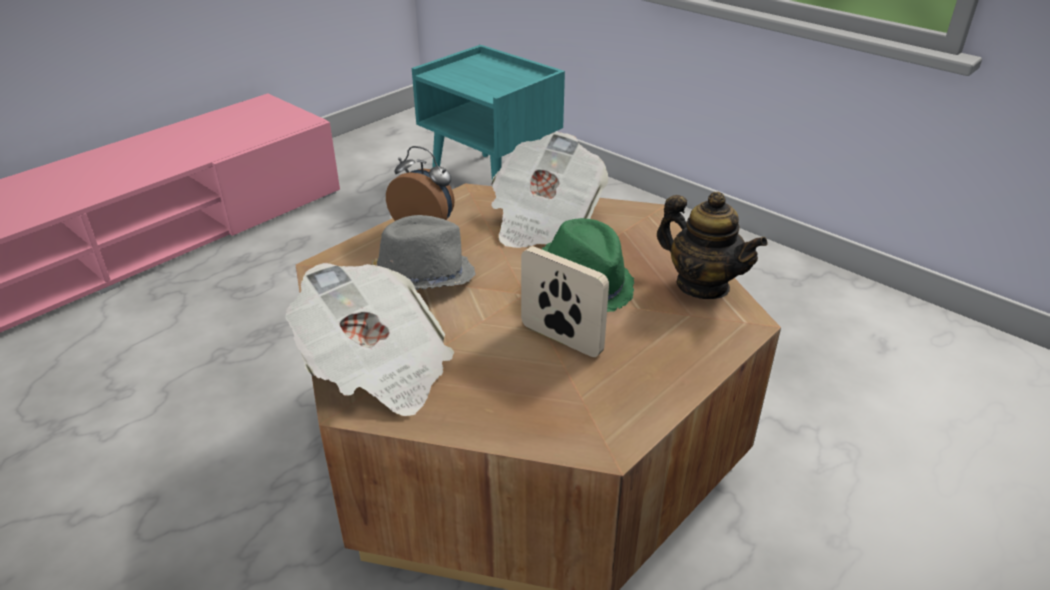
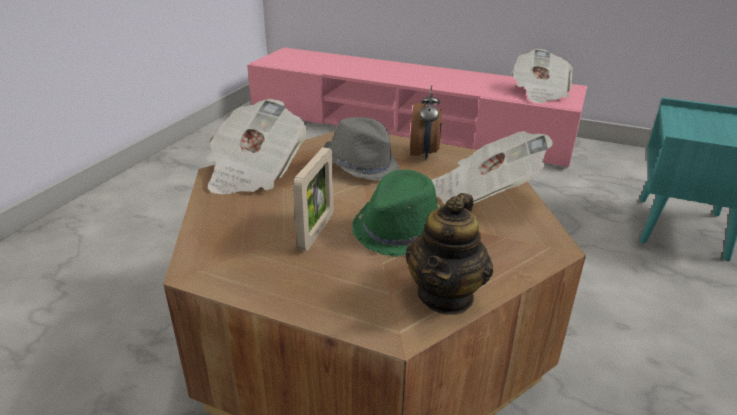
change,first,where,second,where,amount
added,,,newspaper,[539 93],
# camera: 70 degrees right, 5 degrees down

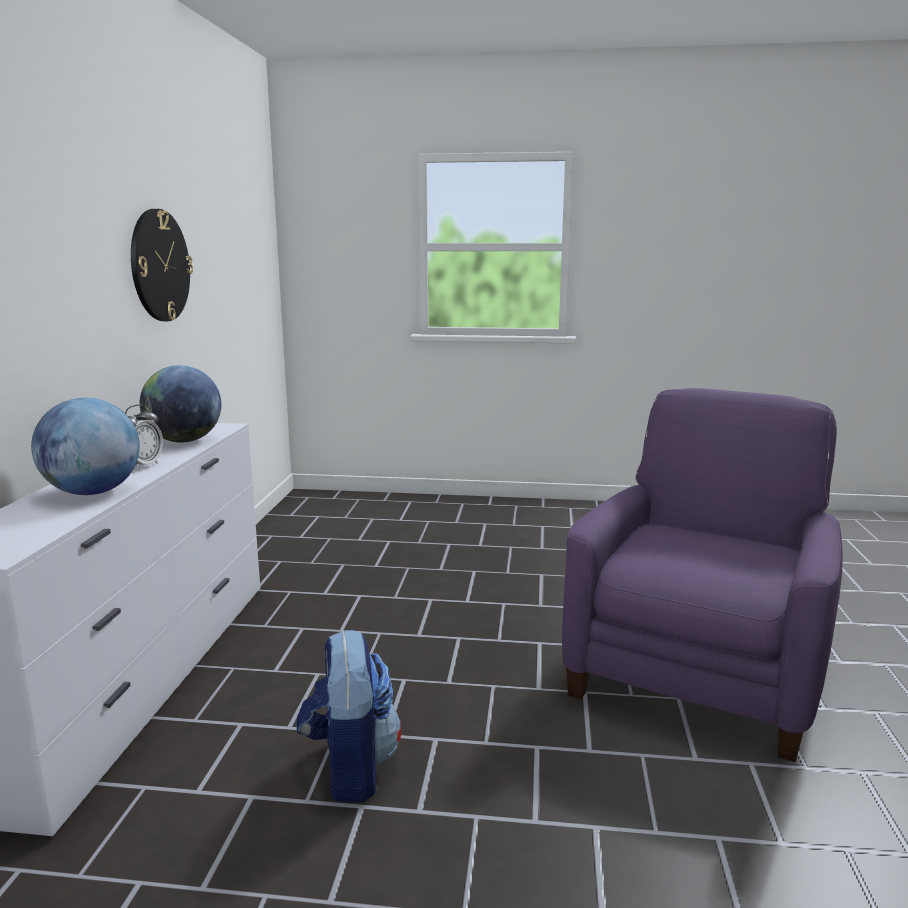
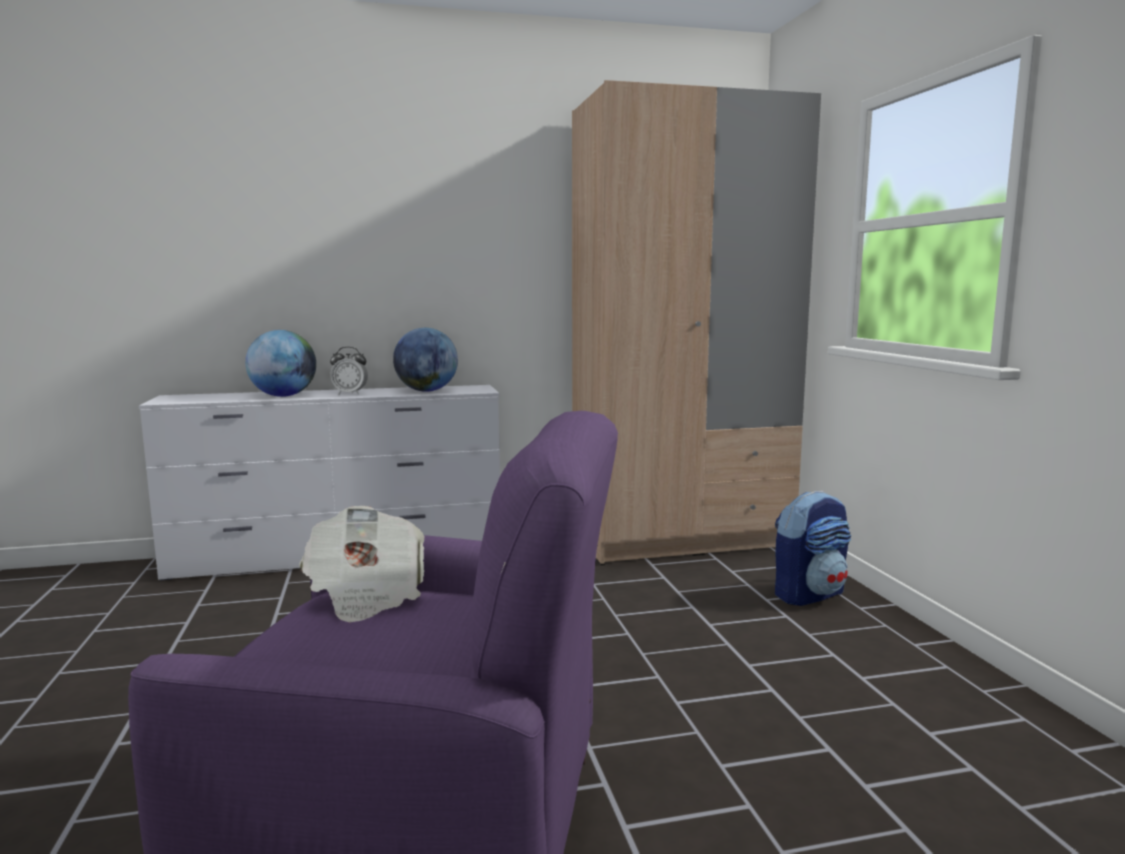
change,first,where,second,where,amount
removed,wall clock,[160 265],,,
moved,backpack,[350 768],,[809 594],
added,,,newspaper,[366 594],
added,,,beige wardrobe,[679 538],
# camera: 70 degrees right, 5 degrees down

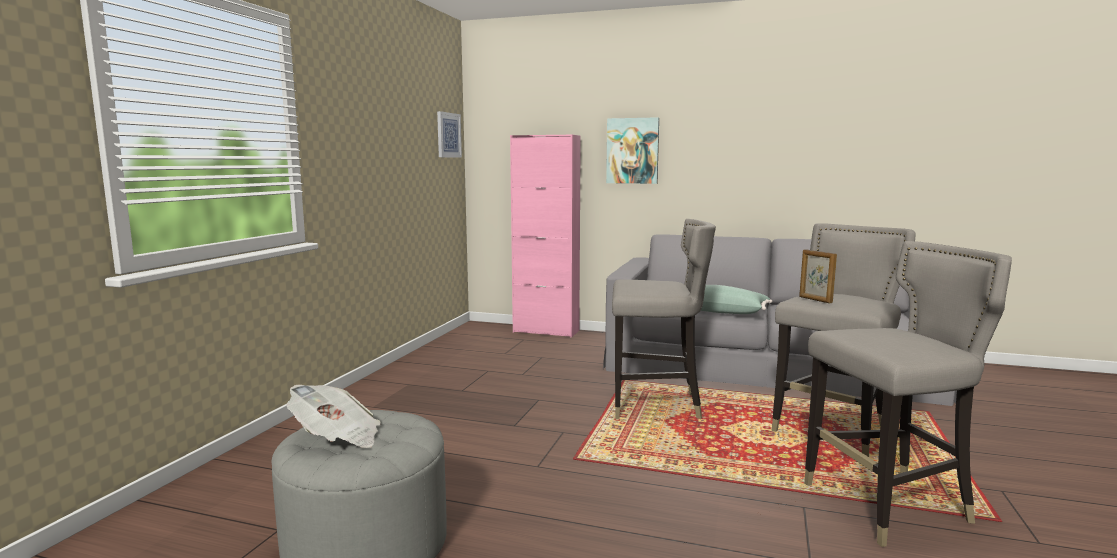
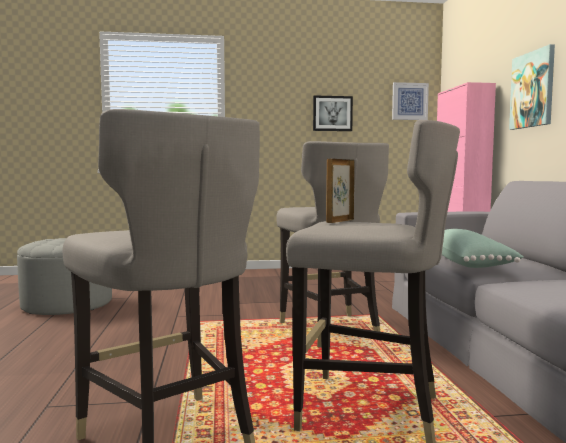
change,first,where,second,where,amount
removed,newspaper,[337 438],,,
added,,,picture,[332 113],
# camera: 65 degrees right, 5 degrees down

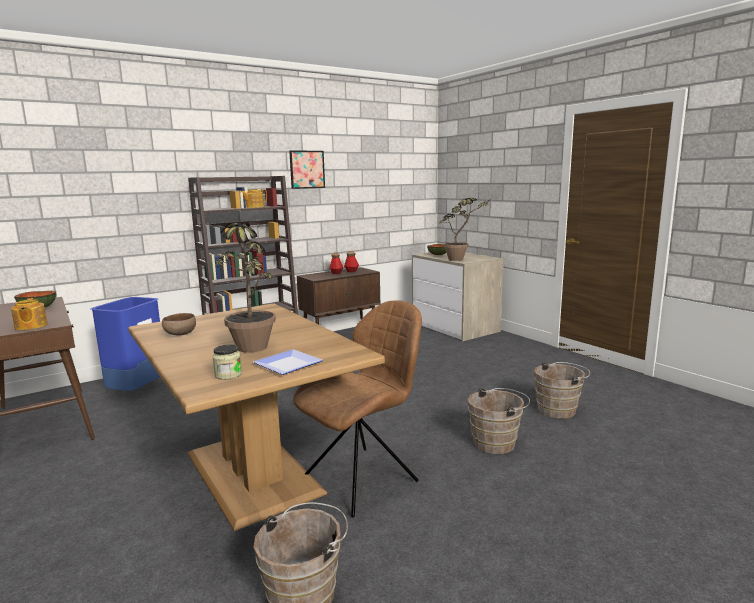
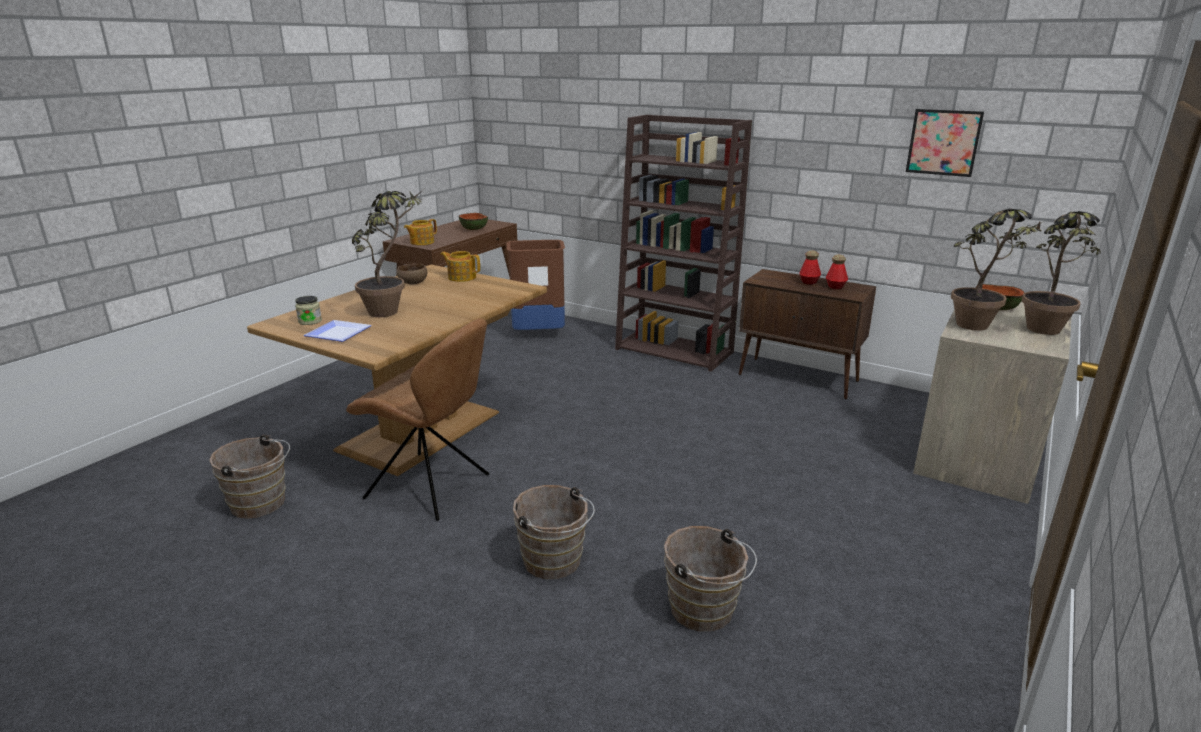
change,first,where,second,where,amount
recoloured,blue trash can,[137 391],brown trash can,[538 334],
moved,teapot,[254 207],,[461 277],
moved,picture,[307 169],,[943 142],
added,,,potted plant,[1044 333],
# camera: 65 degrees right, 10 degrees up

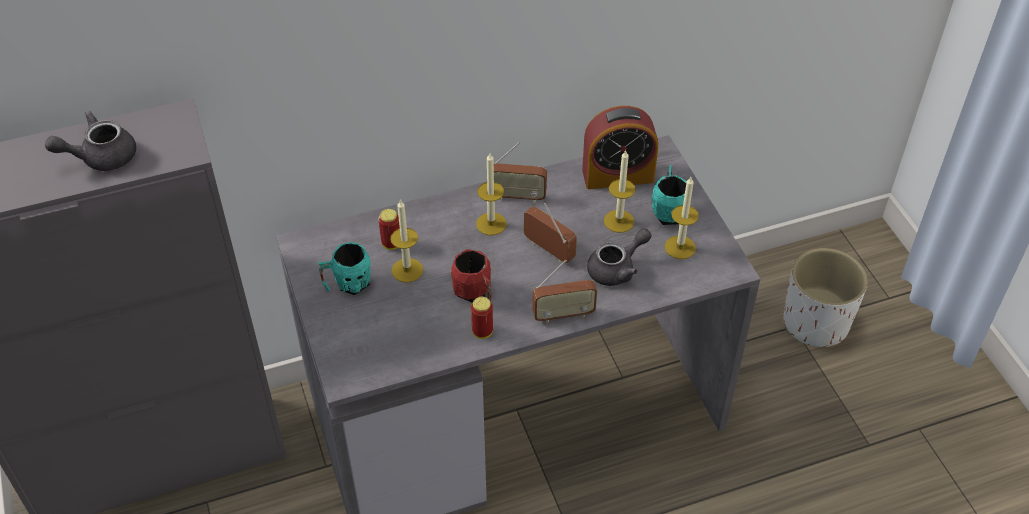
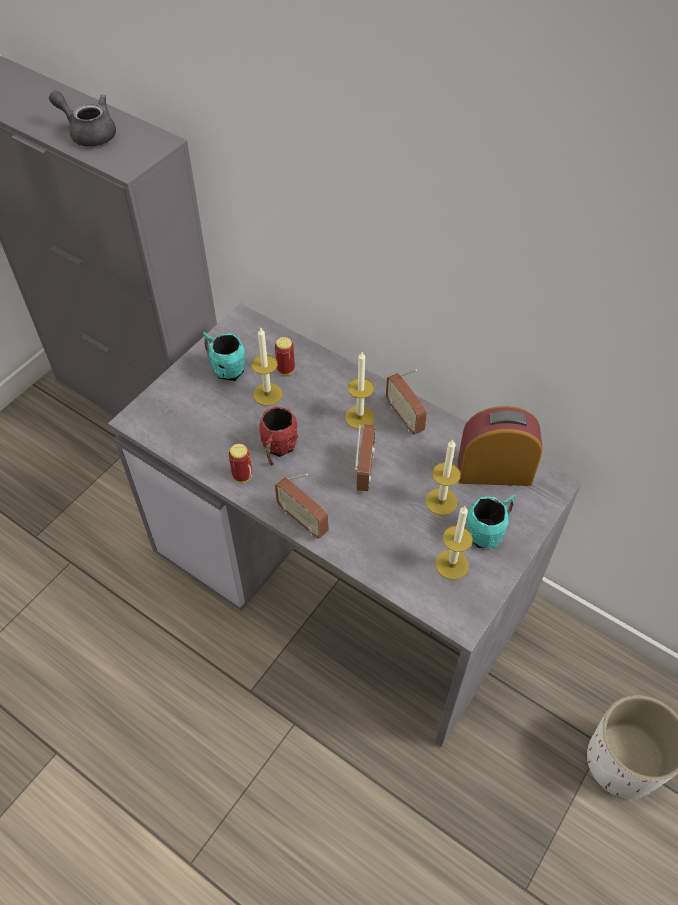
change,first,where,second,where,amount
turned,alarm clock,[618 175],,[494 471],135 degrees clockwise
removed,grey teapot,[617 269],,,
# camera: 55 degrees right, 5 degrees up

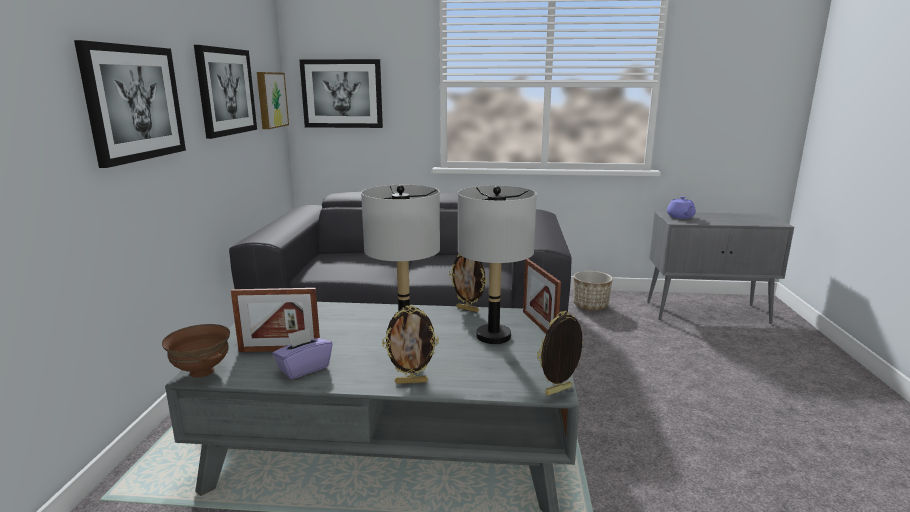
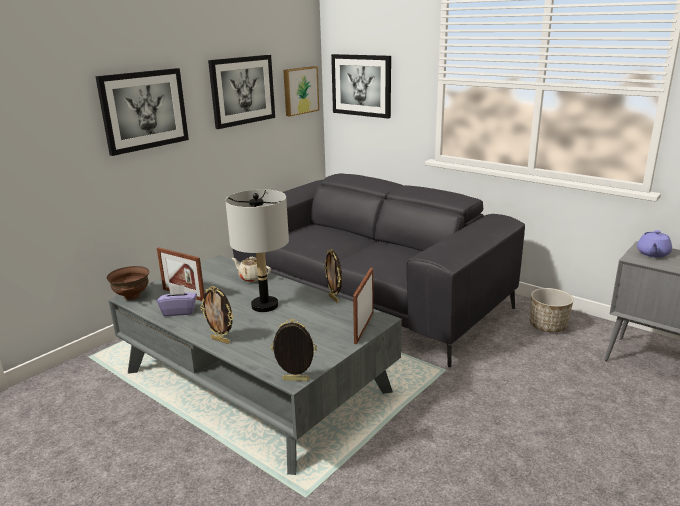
change,first,where,second,where,amount
removed,grey table lamp,[493 336],,,
added,,,beige teapot,[252 277],
# camera: 35 degrees right, 5 degrees up

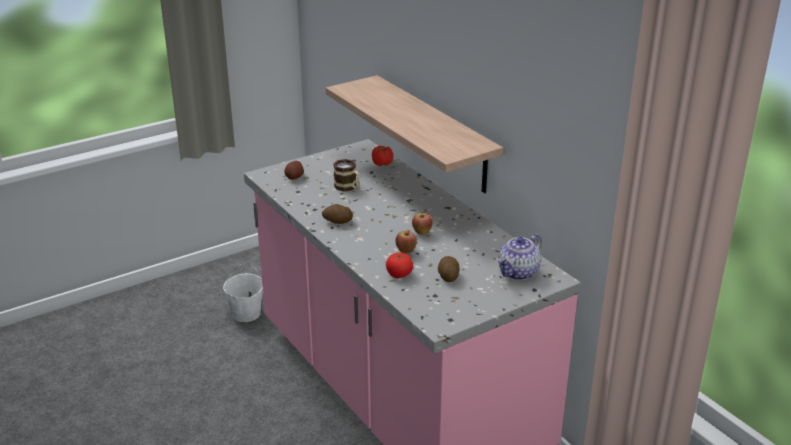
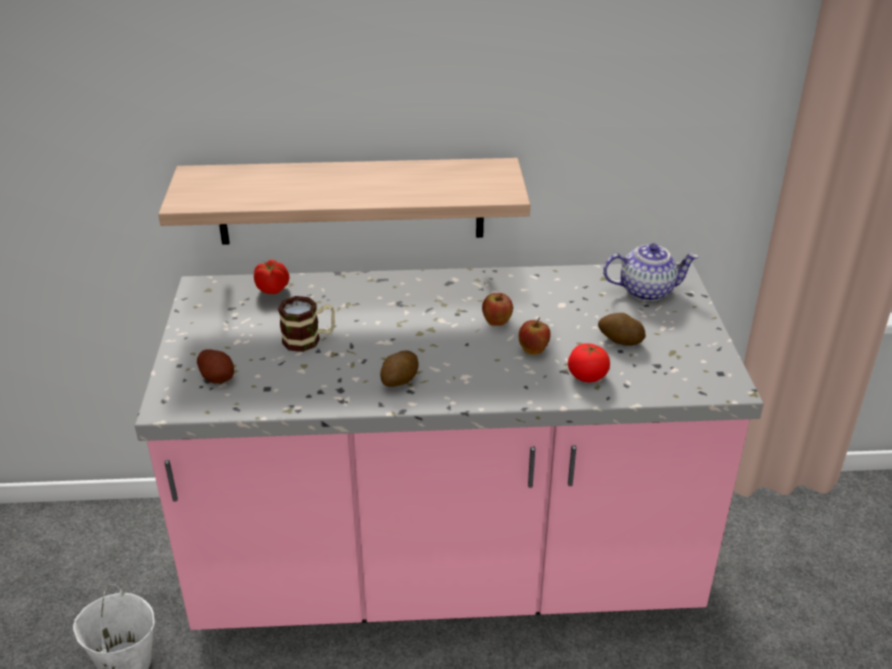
change,first,where,second,where,amount
turned,teapot,[518 273],,[647 291],75 degrees counterclockwise
# camera: 60 degrees left, 5 degrees up

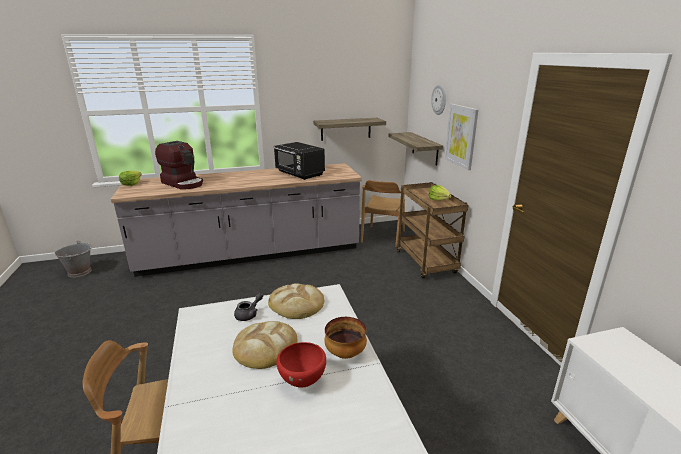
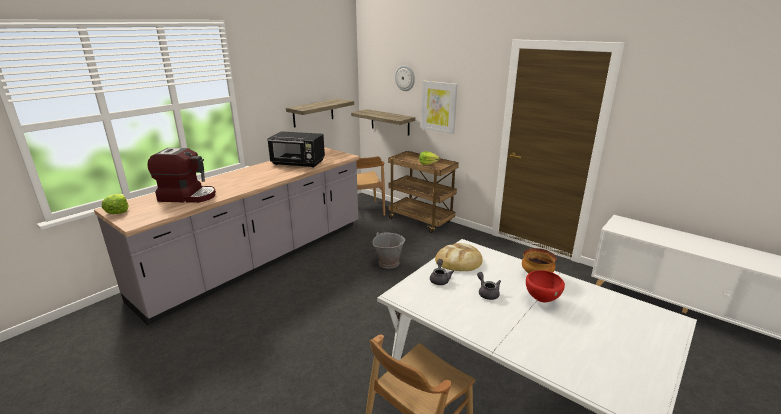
change,first,where,second,where,amount
moved,grey bucket,[80 272],,[388 262],
replaced,bread,[265 347],grey teapot,[487 293],
# camera: 35 degrees left, 0 degrees up

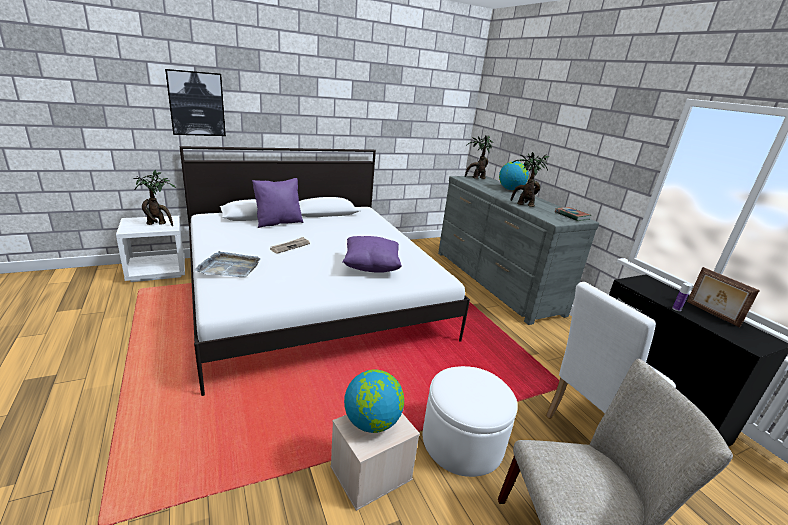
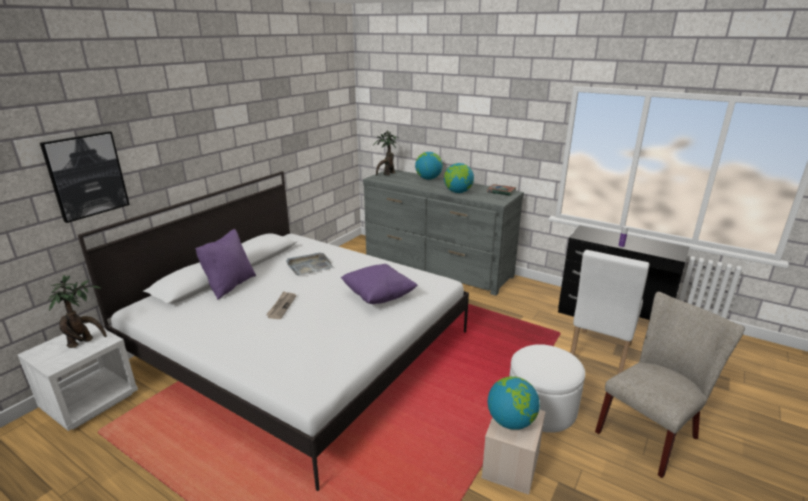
change,first,where,second,where,amount
moved,grey tray,[229 267],,[309 266],
replaced,potted plant,[523 204],globe,[458 192],
removed,picture frame,[711 314],,,
# camera: 30 degrees left, 0 degrees up

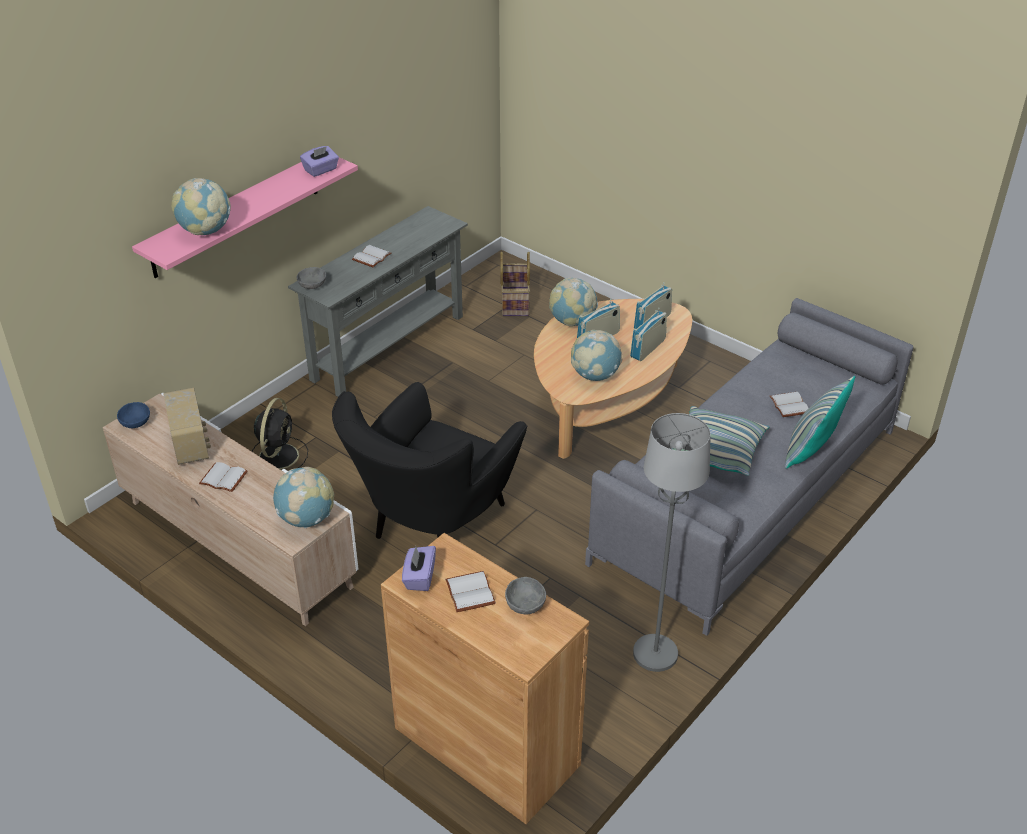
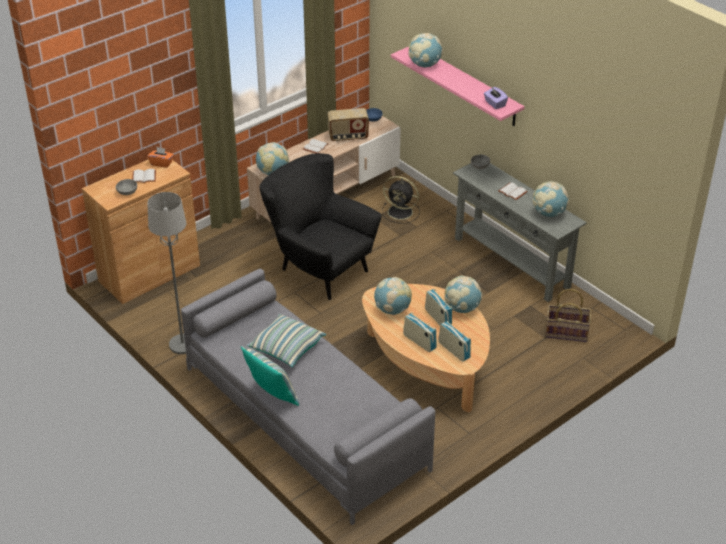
change,first,where,second,where,amount
recoloured,purple tissue box,[419 577],orange tissue box,[161 163],
removed,white book,[790 405],,,
added,,,globe,[549 213],
# camera: 100 degrees right, 0 degrees up

